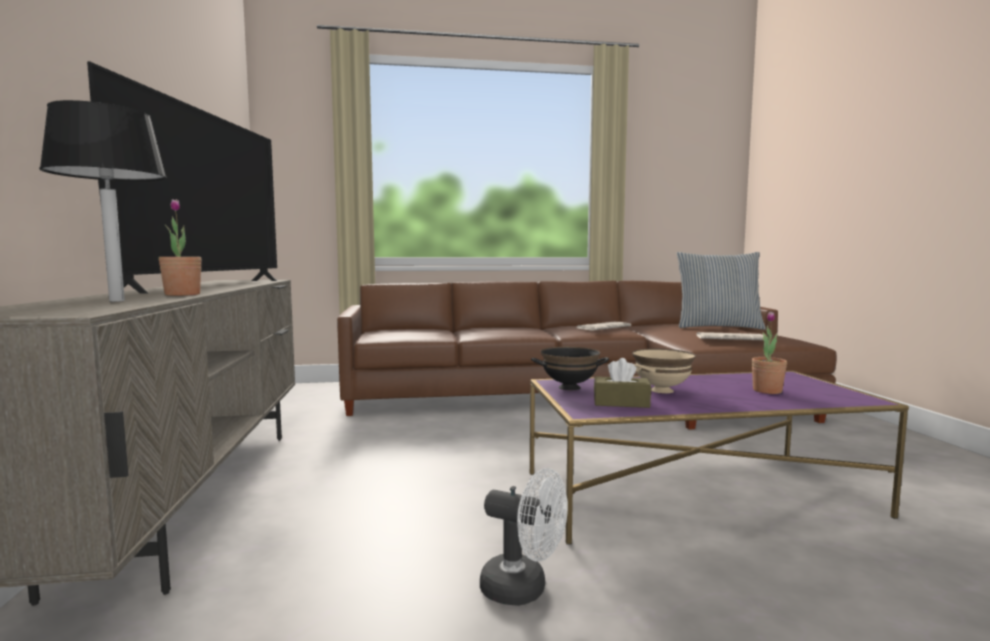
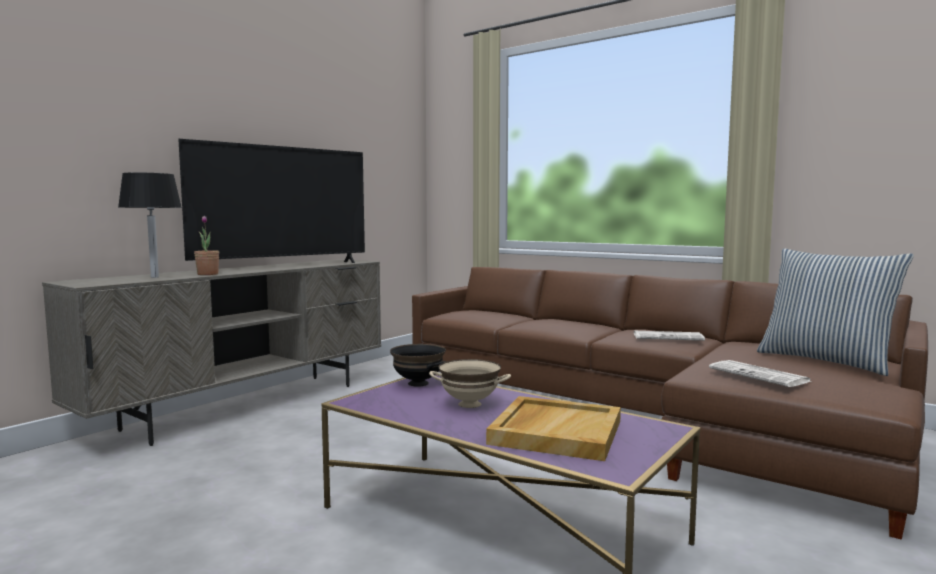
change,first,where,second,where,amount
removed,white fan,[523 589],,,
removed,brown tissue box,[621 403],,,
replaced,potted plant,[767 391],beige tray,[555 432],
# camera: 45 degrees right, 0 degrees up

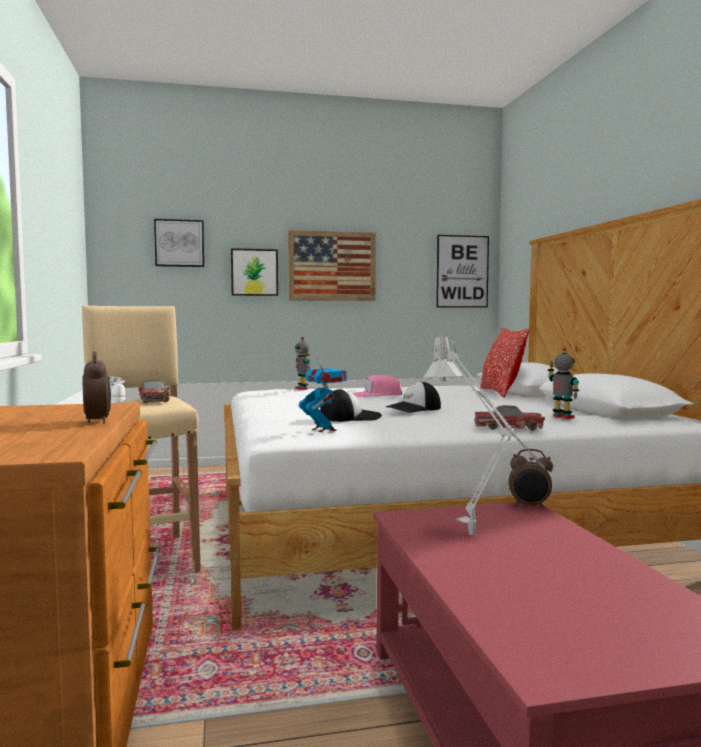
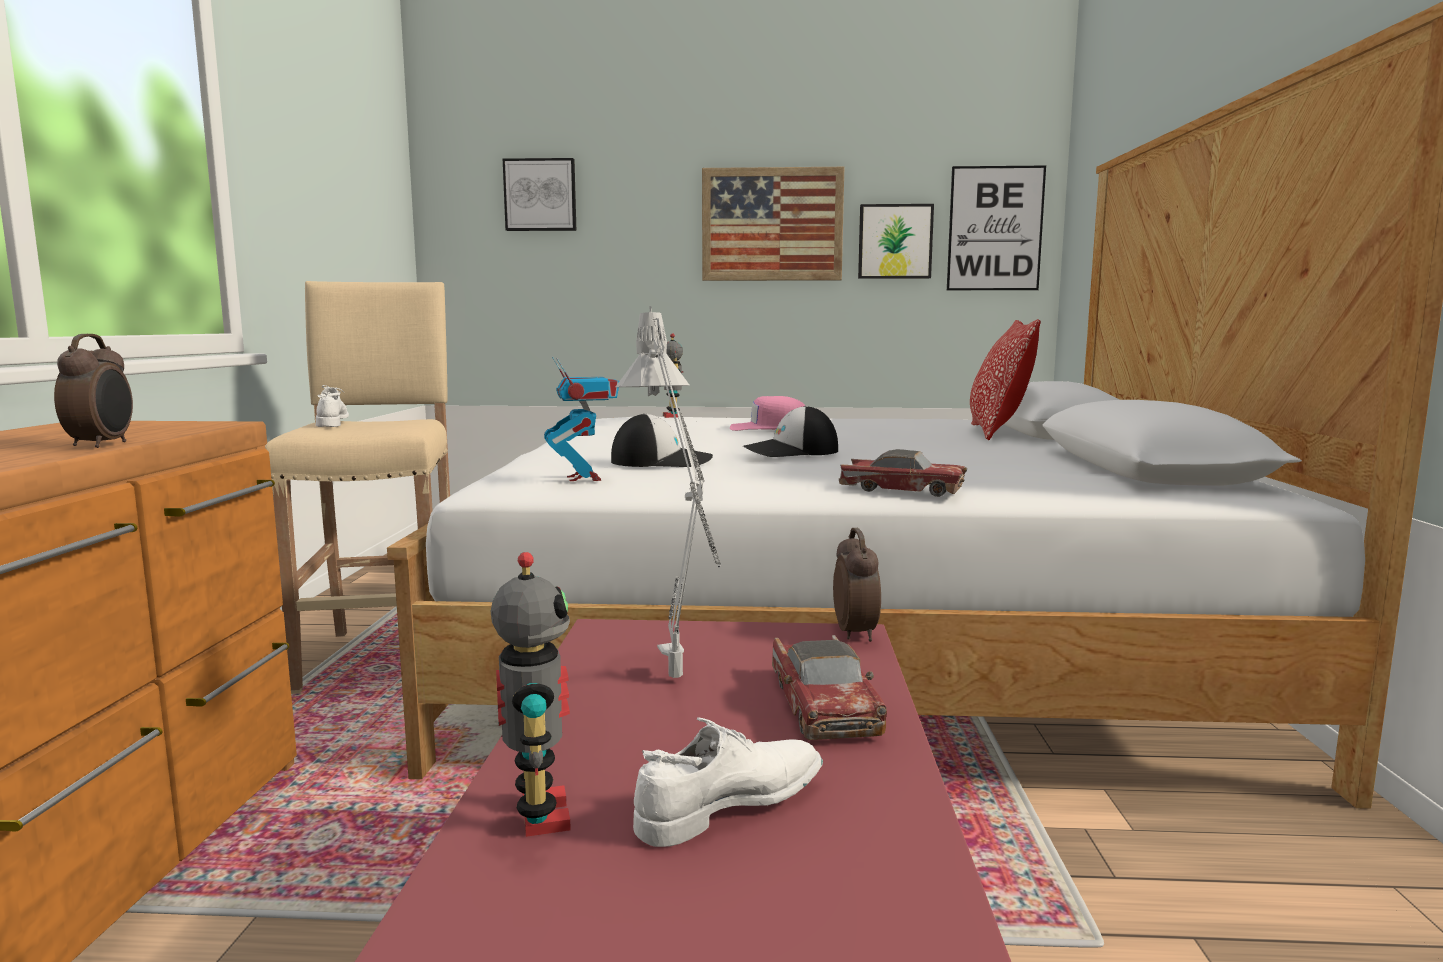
change,first,where,second,where,amount
moved,toy car,[153 400],,[823 704],
moved,picture,[254 272],,[895 242],
turned,alarm clock,[529 506],,[856 633],120 degrees counterclockwise
moved,toy robot,[562 417],,[538 816],
added,,,white shoe,[730 807],
# camera: 15 degrees right, 5 degrees up

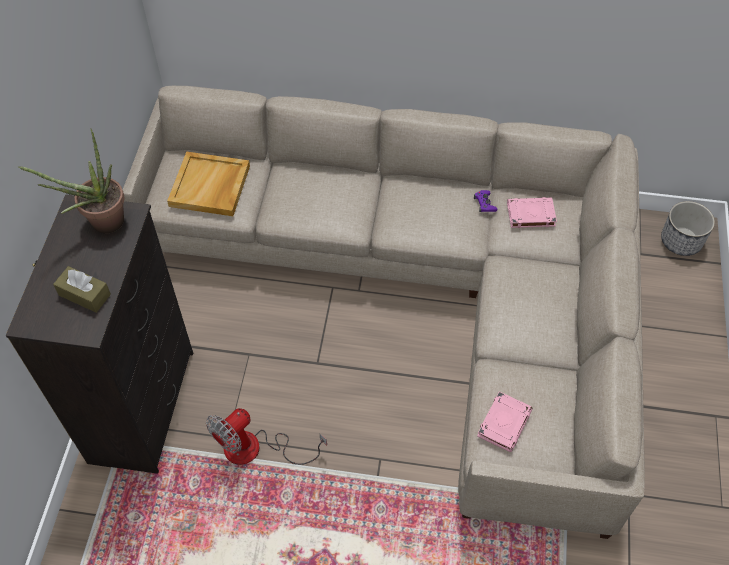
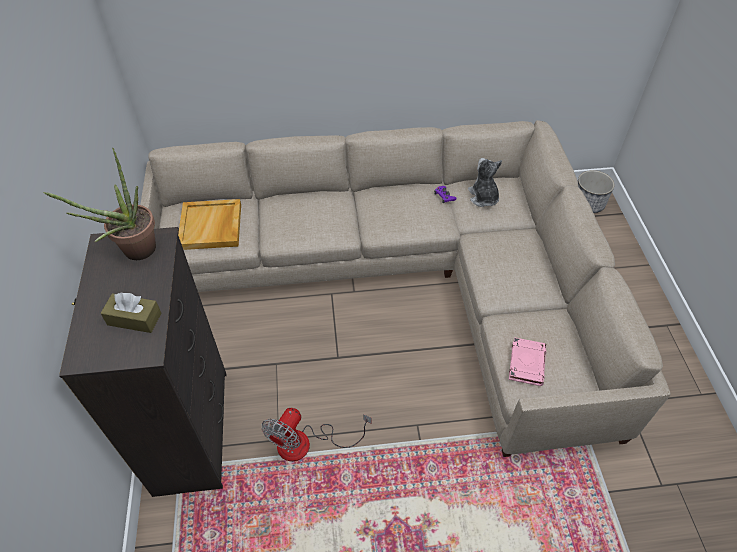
change,first,where,second,where,amount
replaced,pink book,[530 215],plush toy,[483 197],
# camera: 15 degrees left, 5 degrees down

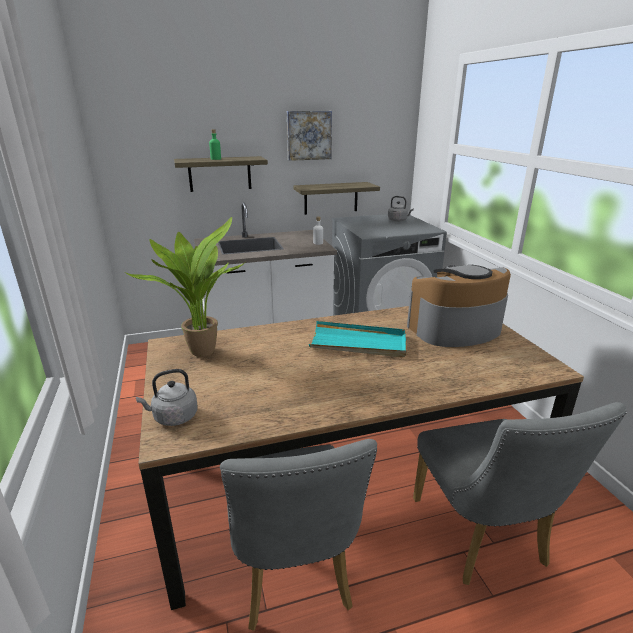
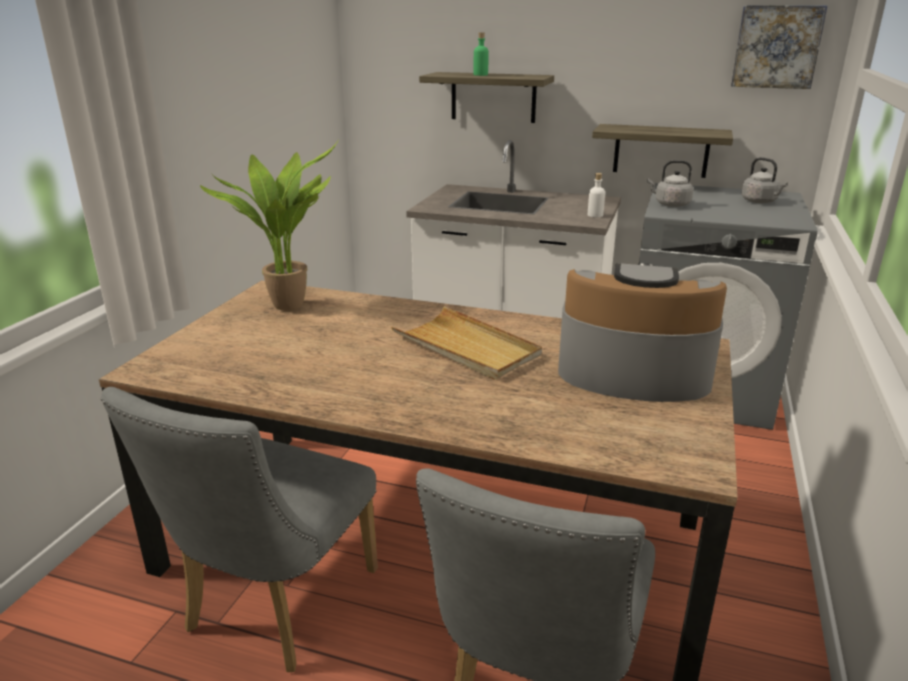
change,first,where,second,where,amount
moved,grey kettle,[173 417],,[670 204],
moved,picture,[308 135],,[776 47],
recoloured,turquoise tray,[358 343],beige tray,[466 347],
# camera: 35 degrees right, 0 degrees up

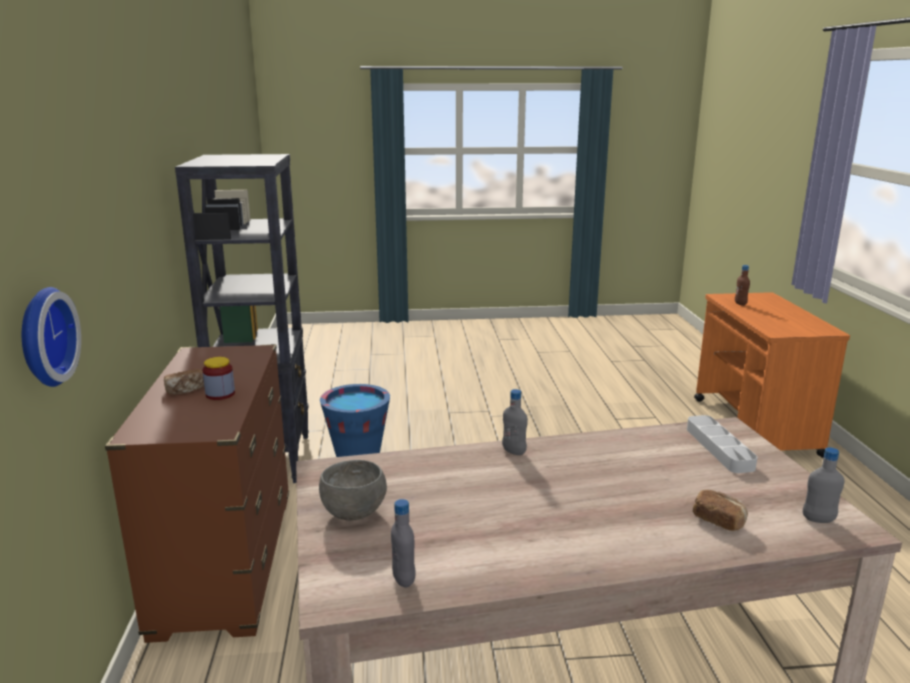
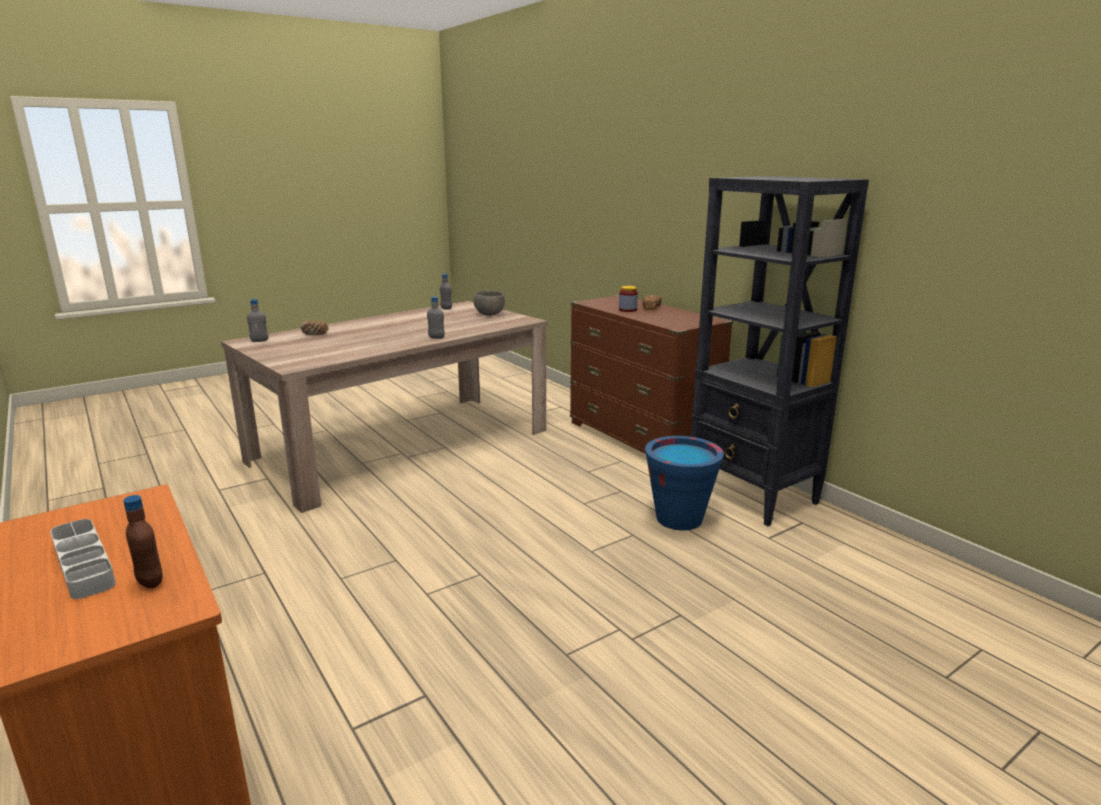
change,first,where,second,where,amount
removed,wall clock,[42 337],,,
moved,grey tray,[719 448],,[83 563],
# camera: 150 degrees right, 0 degrees up

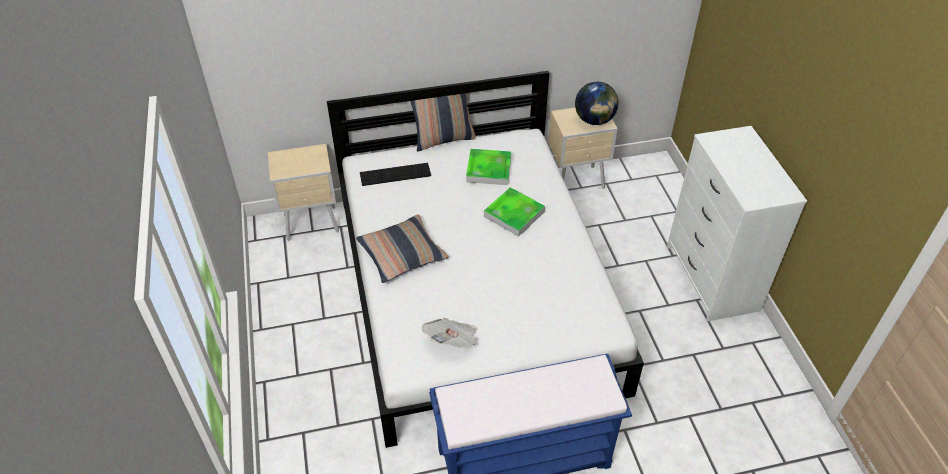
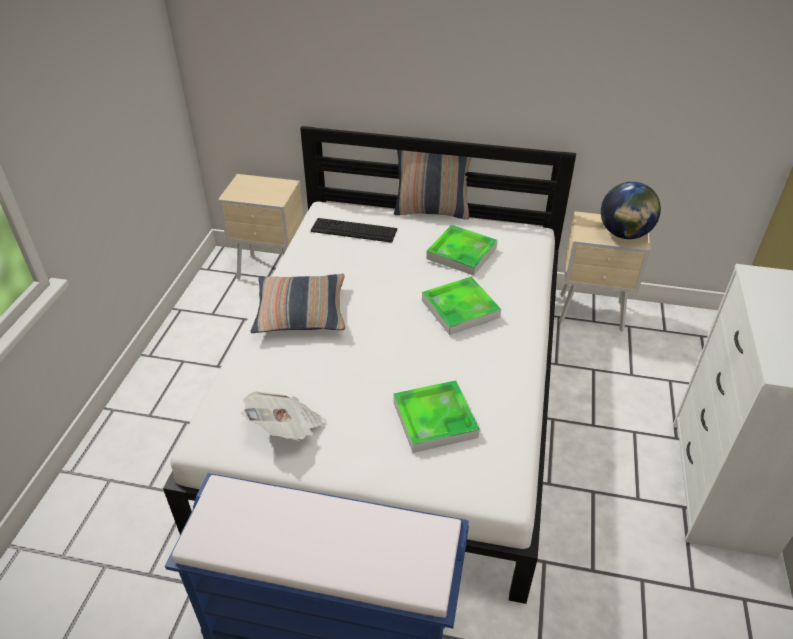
change,first,where,second,where,amount
added,,,tray,[435 419],
# camera: 25 degrees right, 5 degrees down

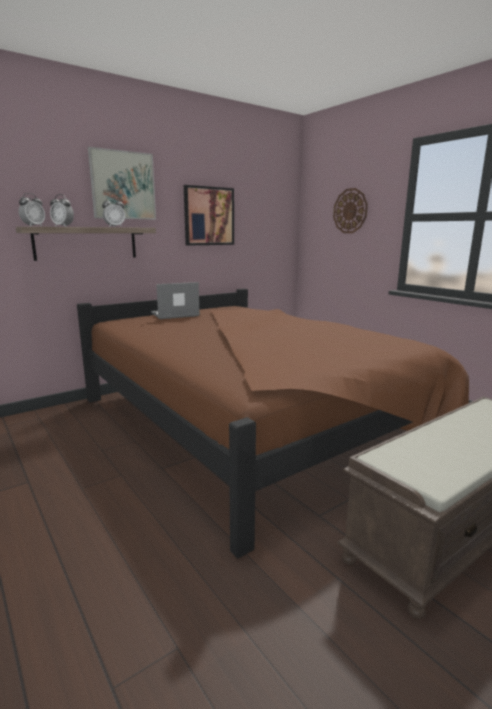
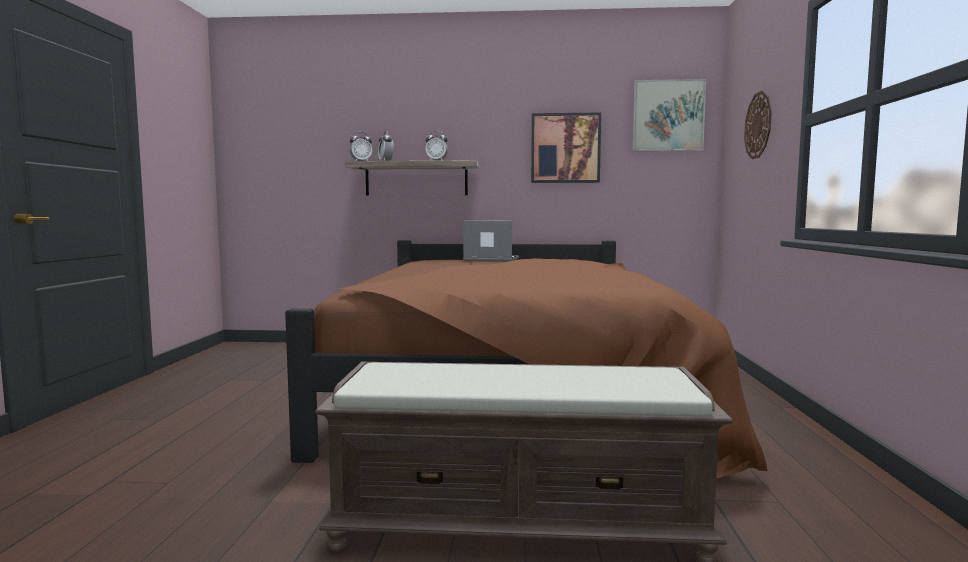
change,first,where,second,where,amount
moved,picture,[123 185],,[668 116],
# camera: 40 degrees right, 10 degrees down

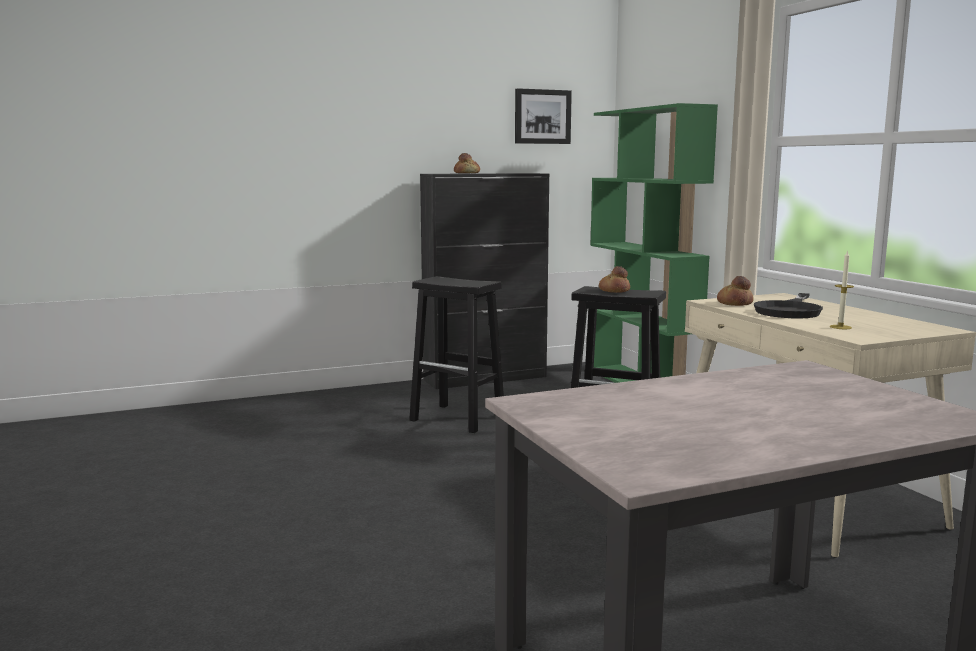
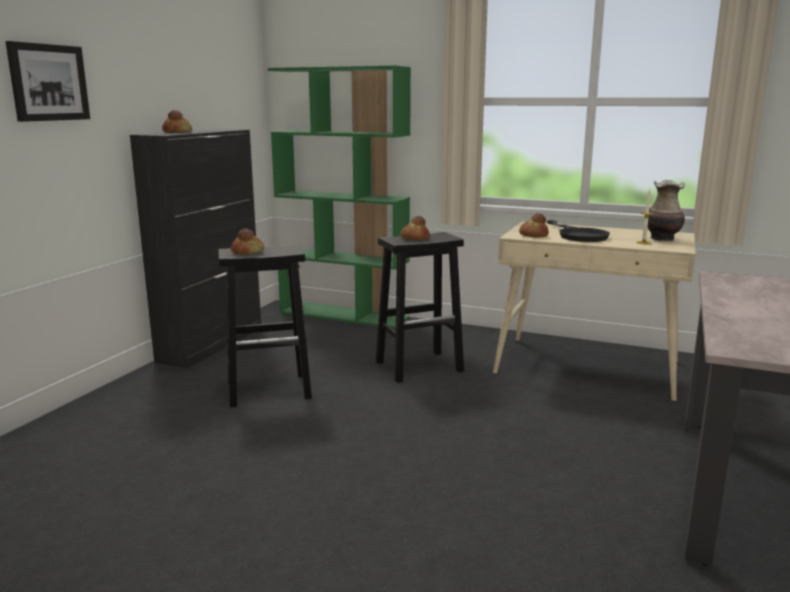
change,first,where,second,where,amount
moved,picture,[542 116],,[48 82],
added,,,bread,[247 252],
added,,,vase,[662 238],
# camera: 45 degrees left, 5 degrees up

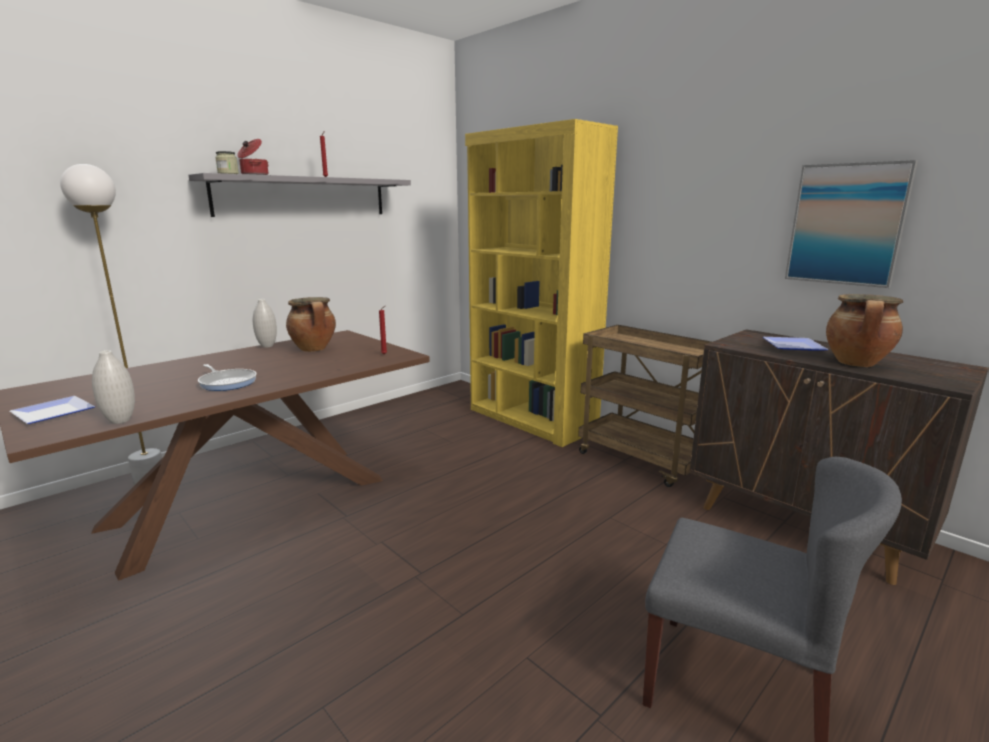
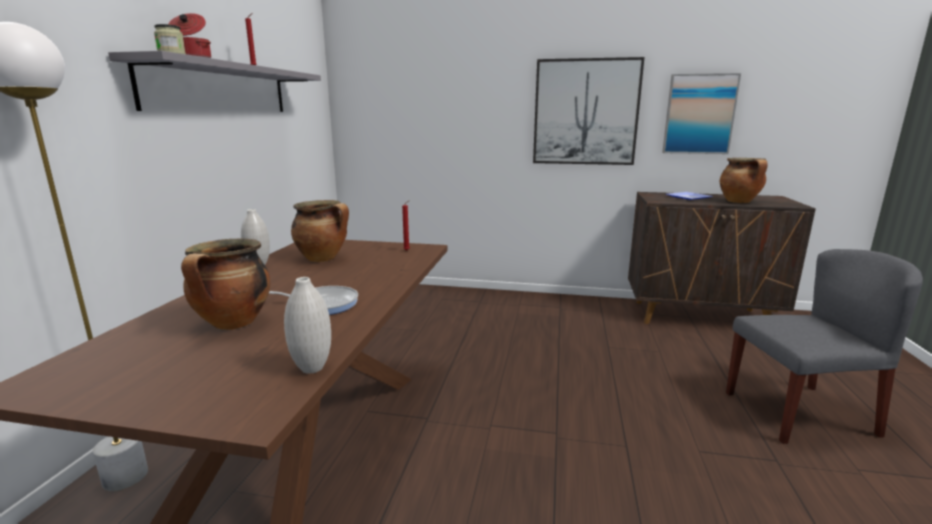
change,first,where,second,where,amount
removed,plate,[56 412],,,
removed,yellow bookcase,[531 419],,,
removed,brown cart,[644 460],,,
added,,,cooking pot,[233 324],
added,,,picture,[585 112],
# camera: 35 degrees left, 0 degrees up

